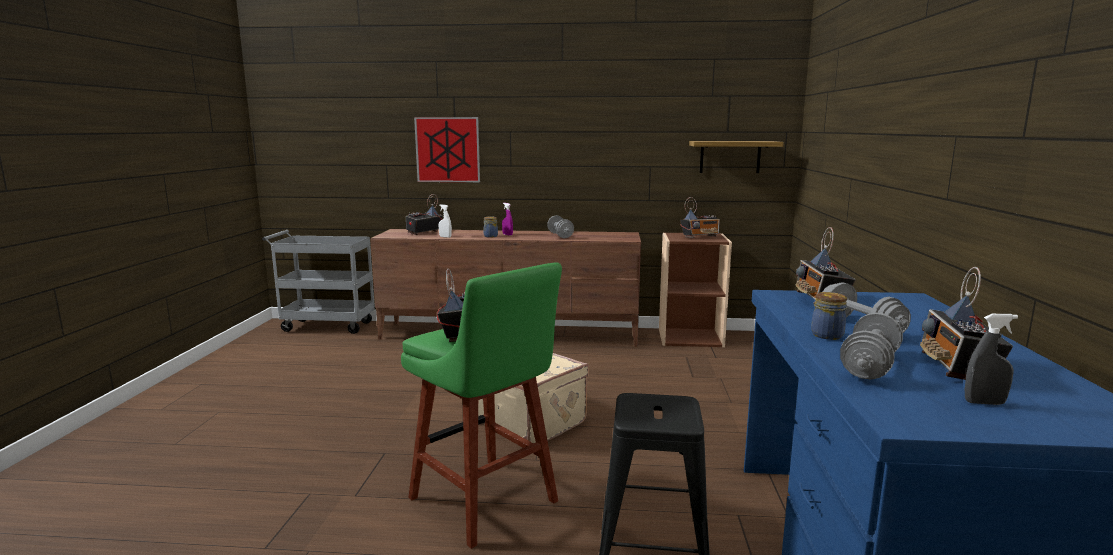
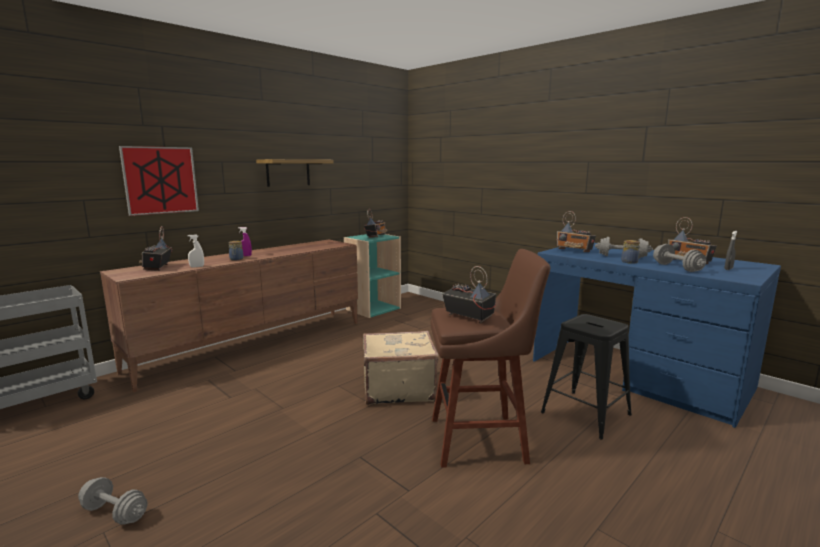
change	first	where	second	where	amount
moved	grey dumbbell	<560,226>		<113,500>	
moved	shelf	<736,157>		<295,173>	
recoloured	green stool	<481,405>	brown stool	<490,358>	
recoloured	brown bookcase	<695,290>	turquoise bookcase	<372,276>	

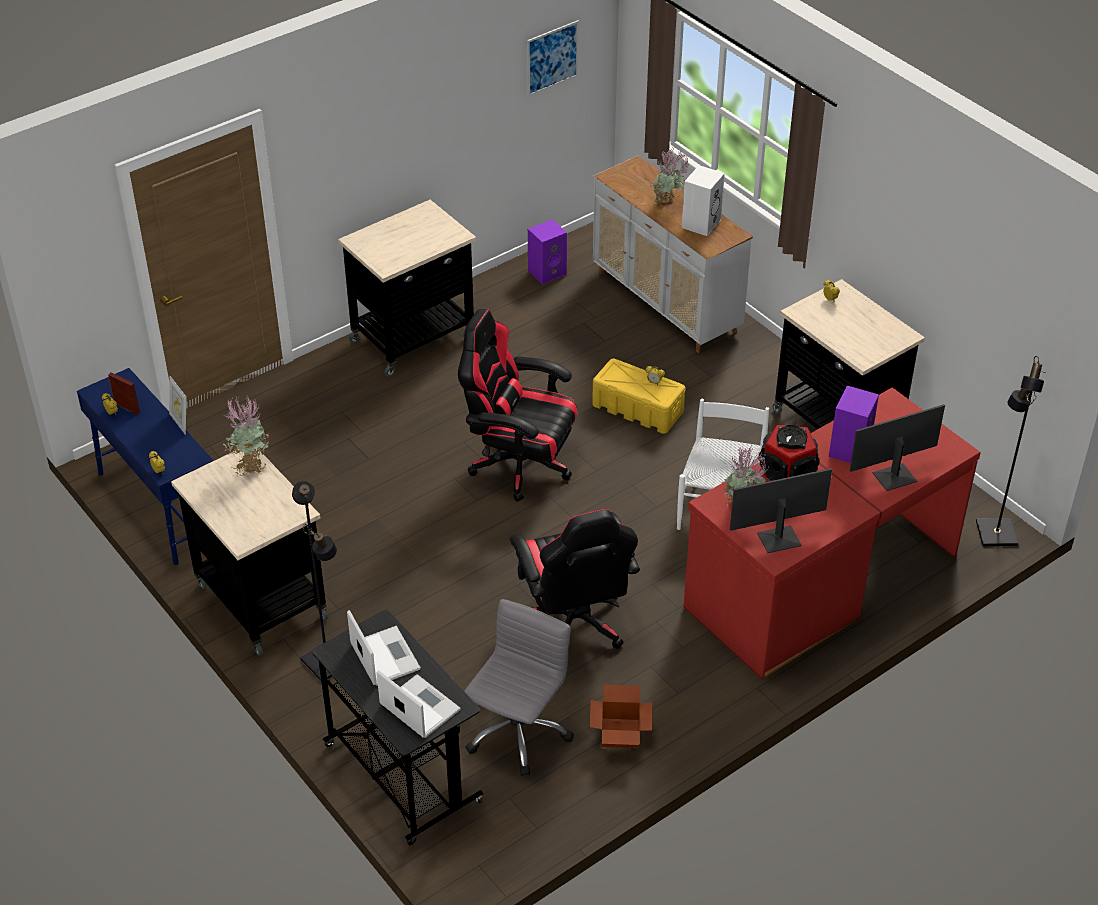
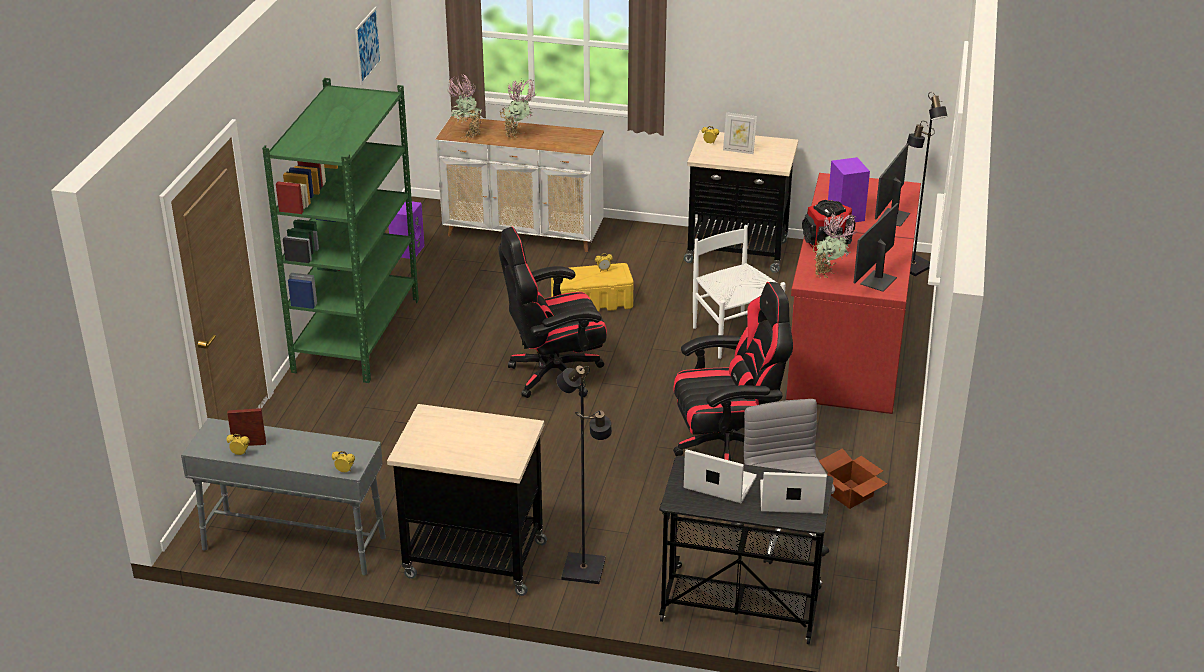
change	first	where	second	where	amount
removed	white speaker	<703,200>			
moved	picture frame	<177,405>		<740,133>	
moved	potted plant	<246,436>		<465,107>	
replaced	black cart	<407,288>	green bookcase	<340,230>	
recoloured	blue console table	<145,466>	grey console table	<283,496>	
turned	black office chair	<575,579>		<733,371>	45 degrees counterclockwise

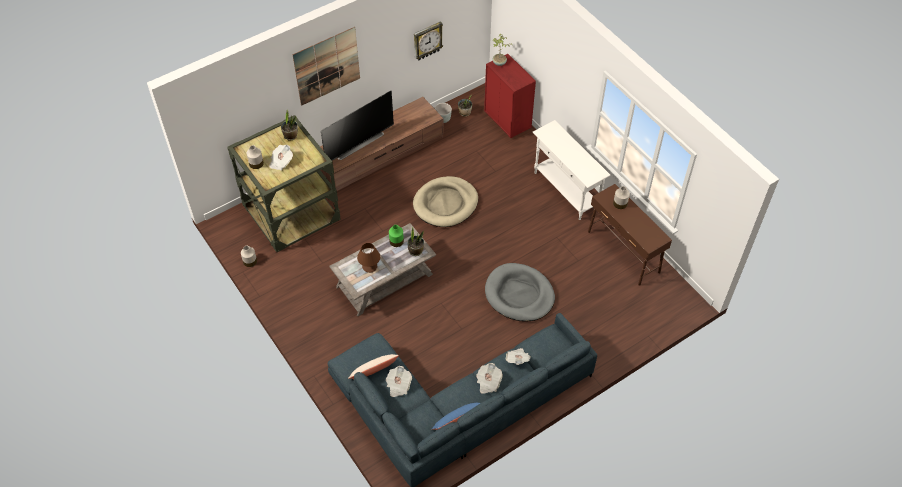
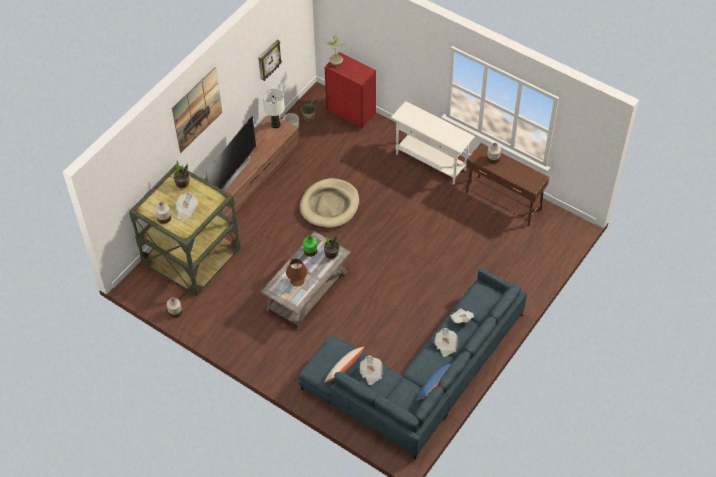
change	first	where	second	where	amount
removed	grey dog bed	<520,292>			
added			white table lamp	<274,108>	

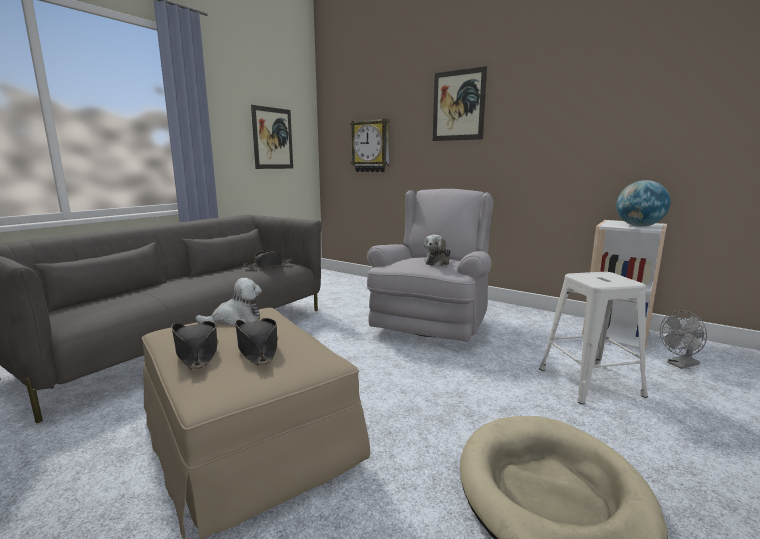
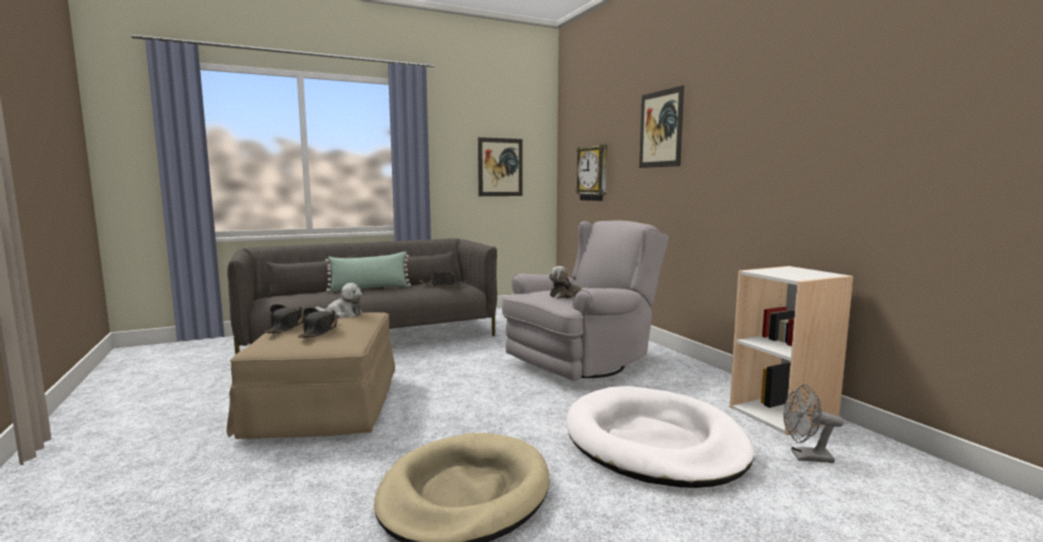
change	first	where	second	where	amount
removed	globe	<643,203>			
added			green pillow	<368,272>	
replaced	white stool	<593,338>	white dog bed	<660,437>	

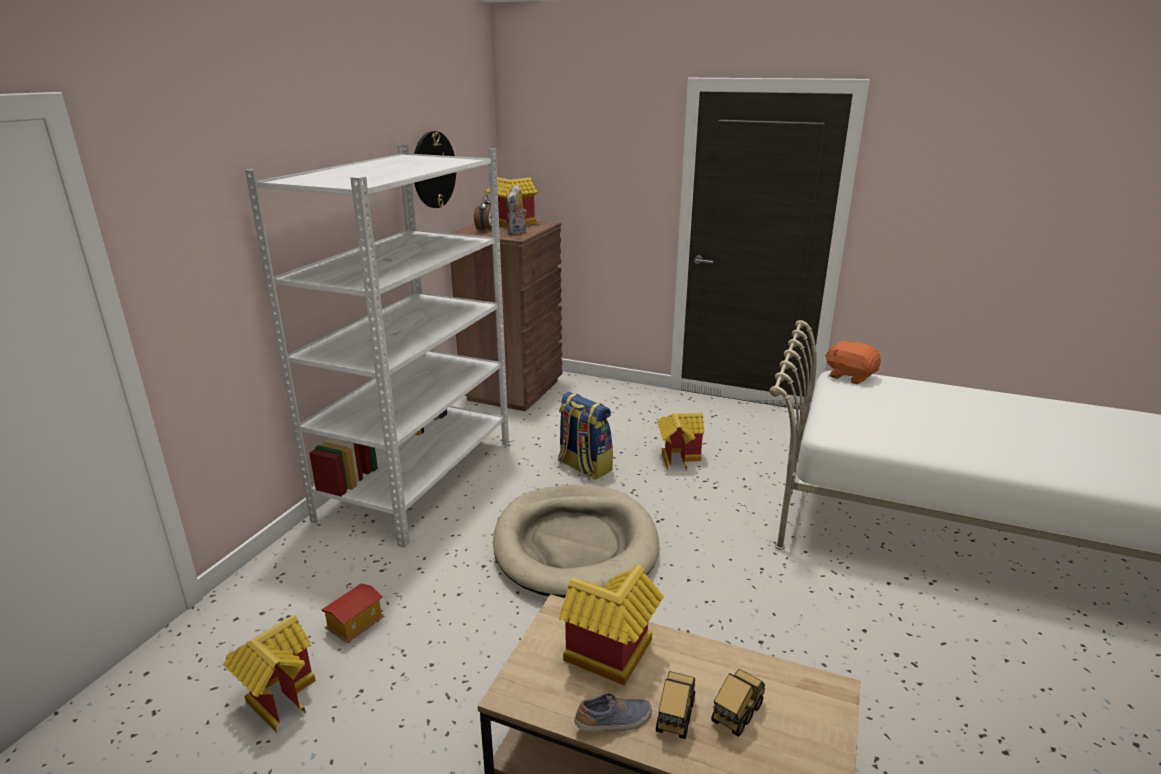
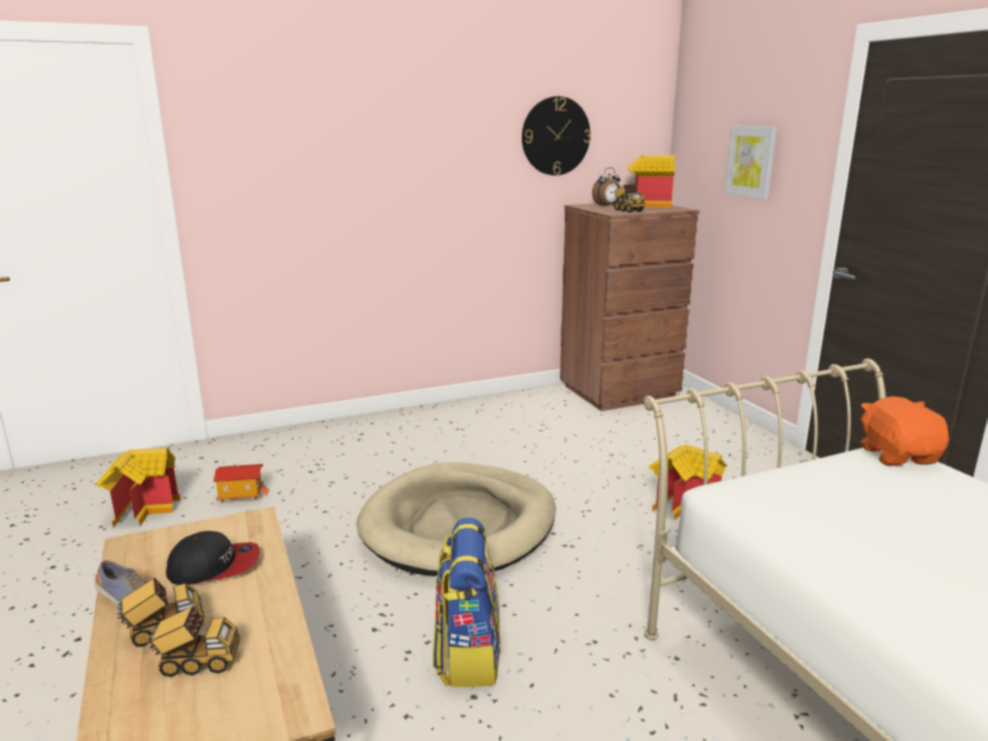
change	first	where	second	where	amount
removed	white bookcase	<377,346>			
added			picture	<750,162>	
moved	backpack	<585,436>		<467,602>	
replaced	plush toy	<516,210>	toy truck	<629,198>	
replaced	toy house	<611,625>	cap	<213,558>	

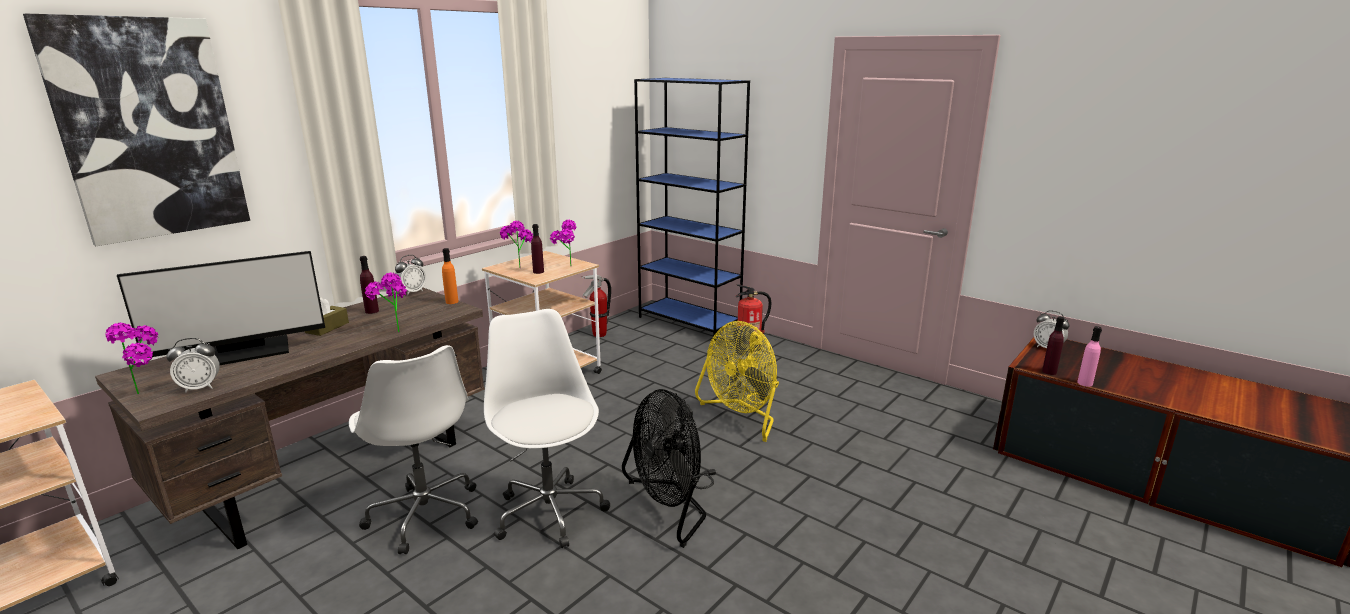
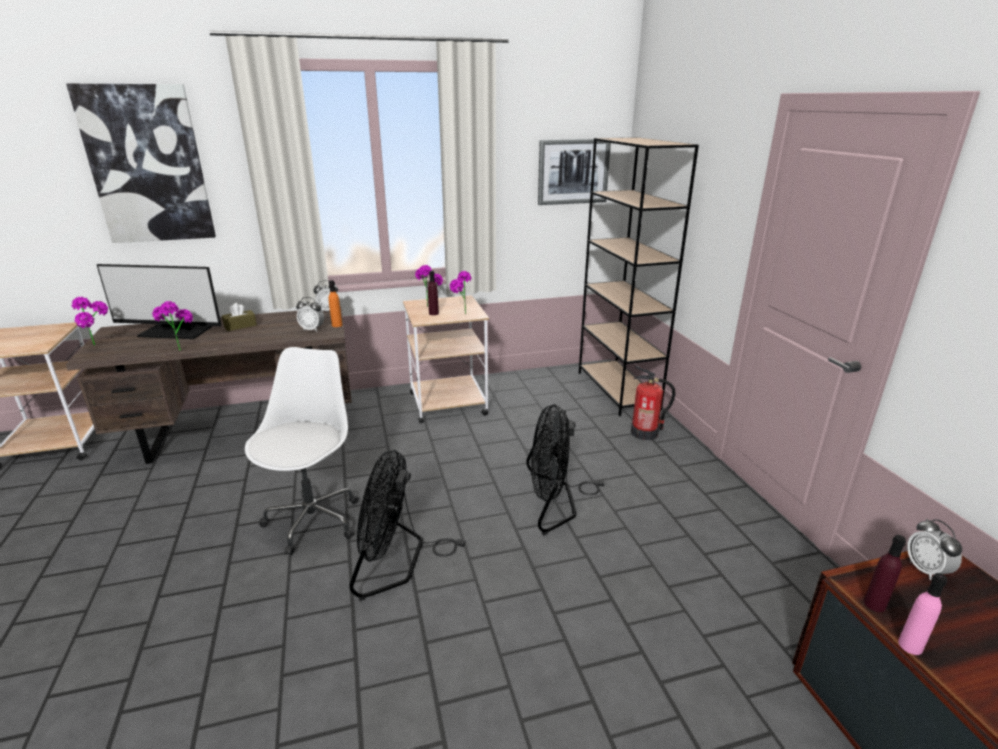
change	first	where	second	where	amount
removed	white office chair	<413,449>			
removed	purple bottle	<369,285>			
removed	fire extinguisher	<596,306>			
added			picture	<574,172>	
moved	alarm clock	<193,365>		<310,314>	
moved	potted plant	<386,302>		<172,326>	
recoloured	blue bookcase	<692,209>	beige bookcase	<639,276>	
recoloured	yellow fan	<737,381>	black fan	<566,470>	

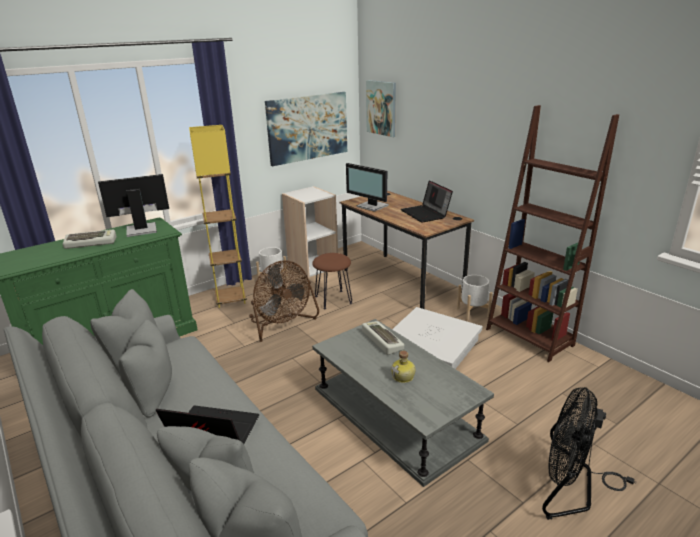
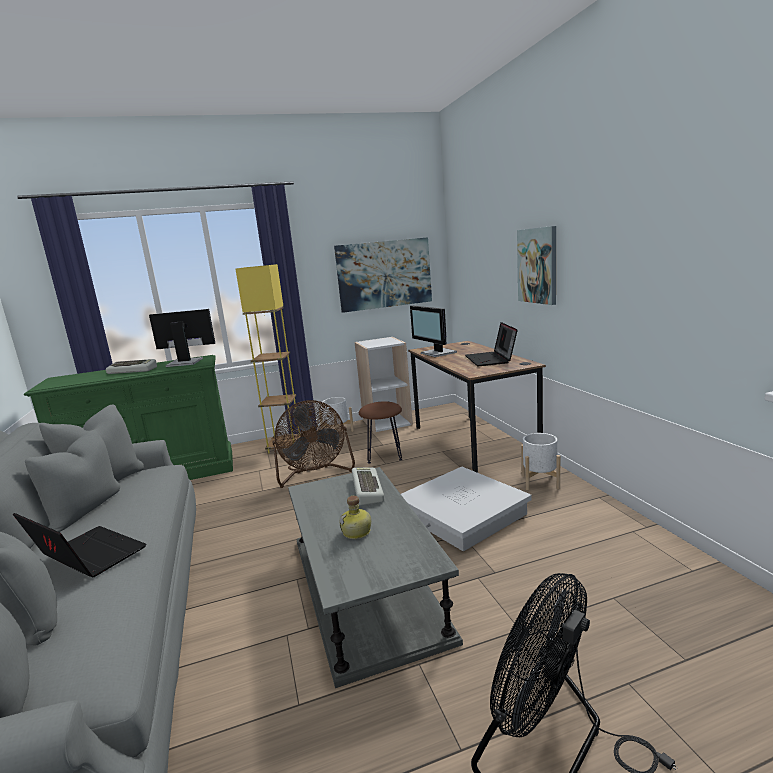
change	first	where	second	where	amount
removed	brown bookcase	<552,233>			
moved	picture	<381,108>		<536,265>	

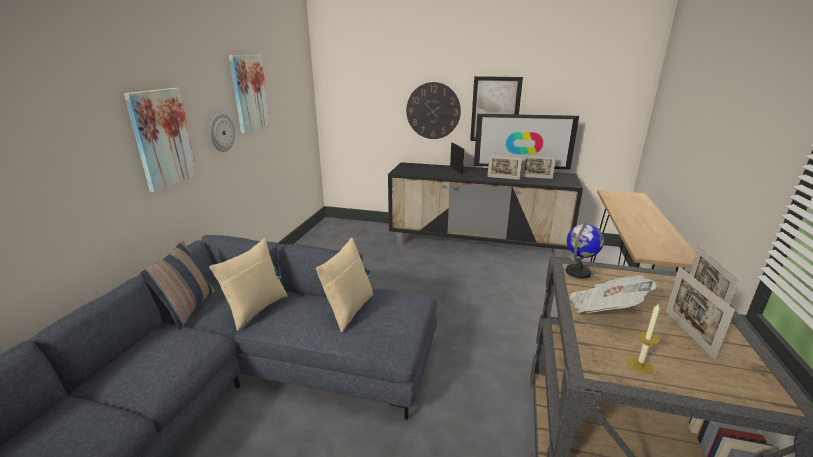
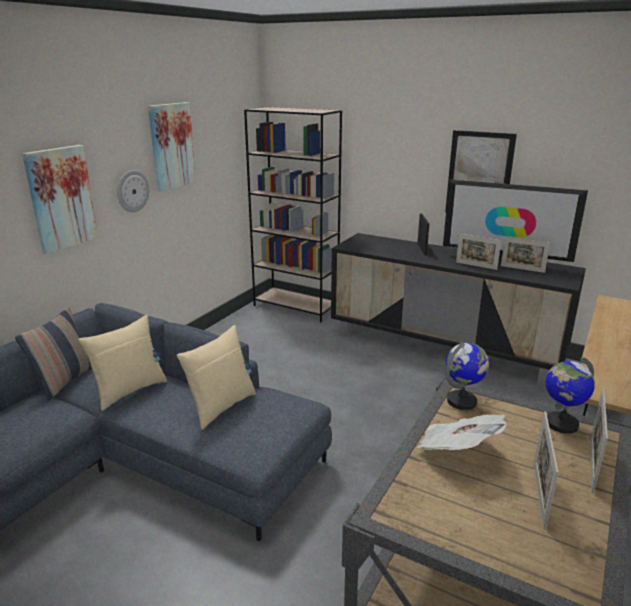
change	first	where	second	where	amount
removed	wall clock	<433,110>			
removed	candle	<643,338>			
added			beige bookcase	<293,214>	
added			globe	<570,395>	

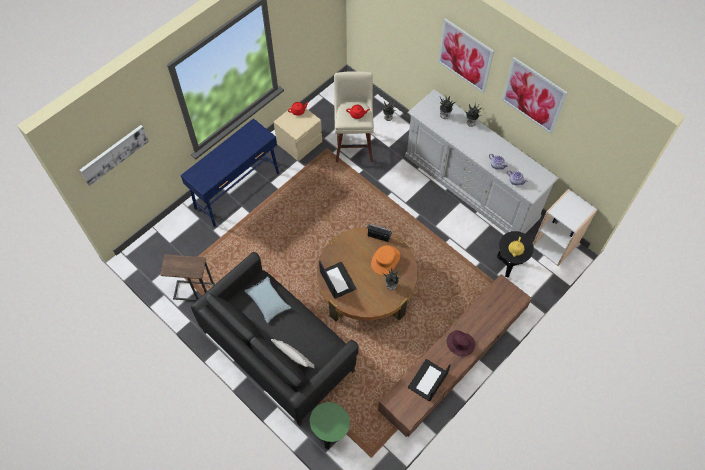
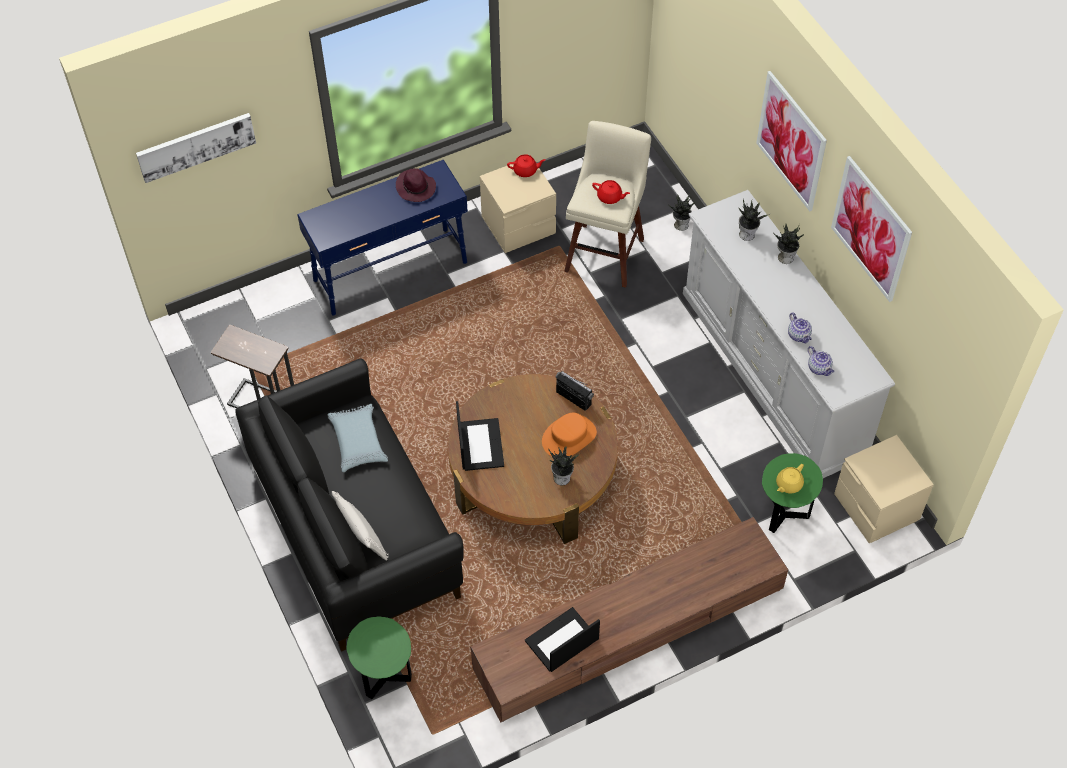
change	first	where	second	where	amount
moved	purple hat	<461,343>		<416,185>	
replaced	bookcase	<565,227>	beige nightstand	<884,489>	
recoloured	black side table	<515,254>	green side table	<792,493>	

